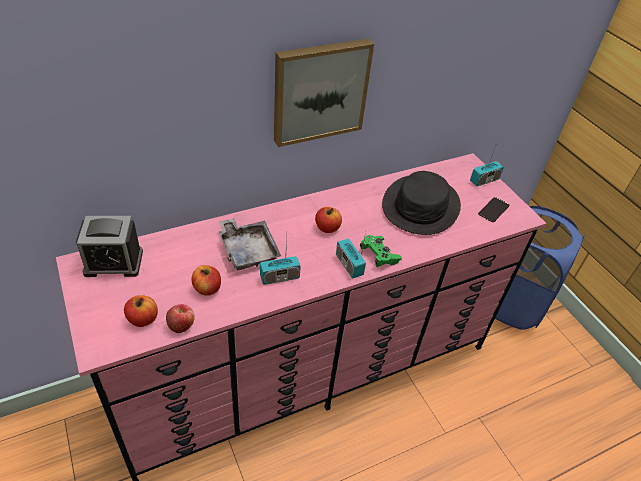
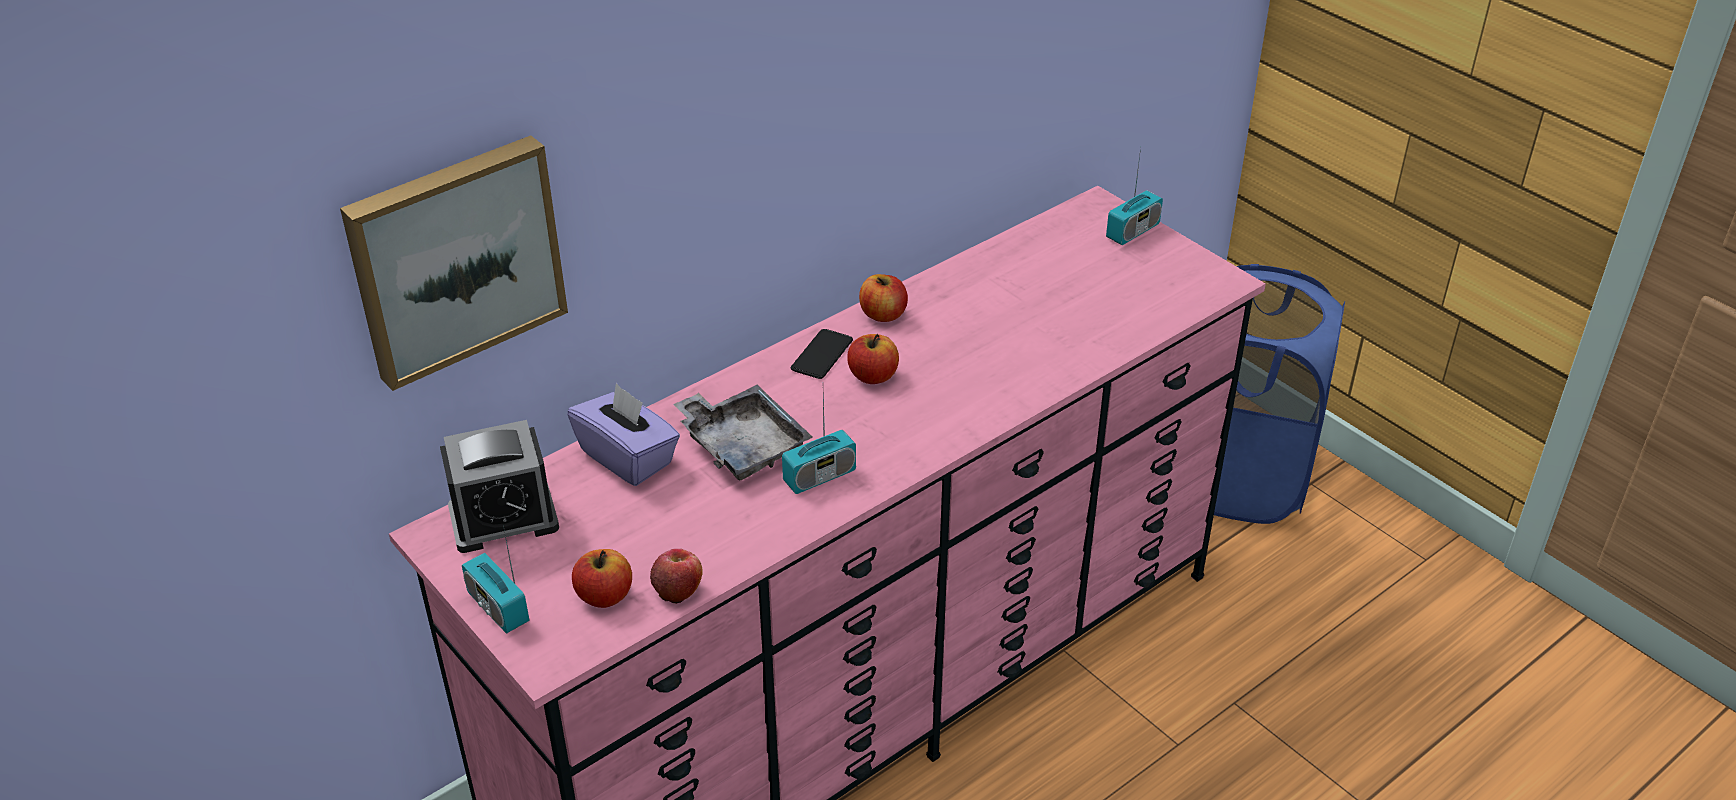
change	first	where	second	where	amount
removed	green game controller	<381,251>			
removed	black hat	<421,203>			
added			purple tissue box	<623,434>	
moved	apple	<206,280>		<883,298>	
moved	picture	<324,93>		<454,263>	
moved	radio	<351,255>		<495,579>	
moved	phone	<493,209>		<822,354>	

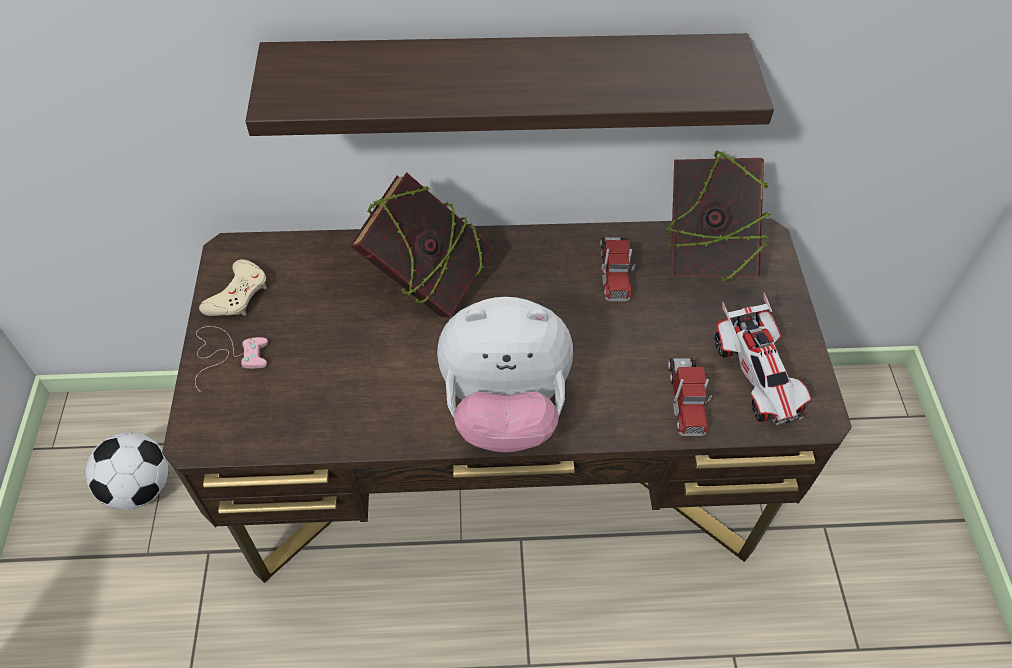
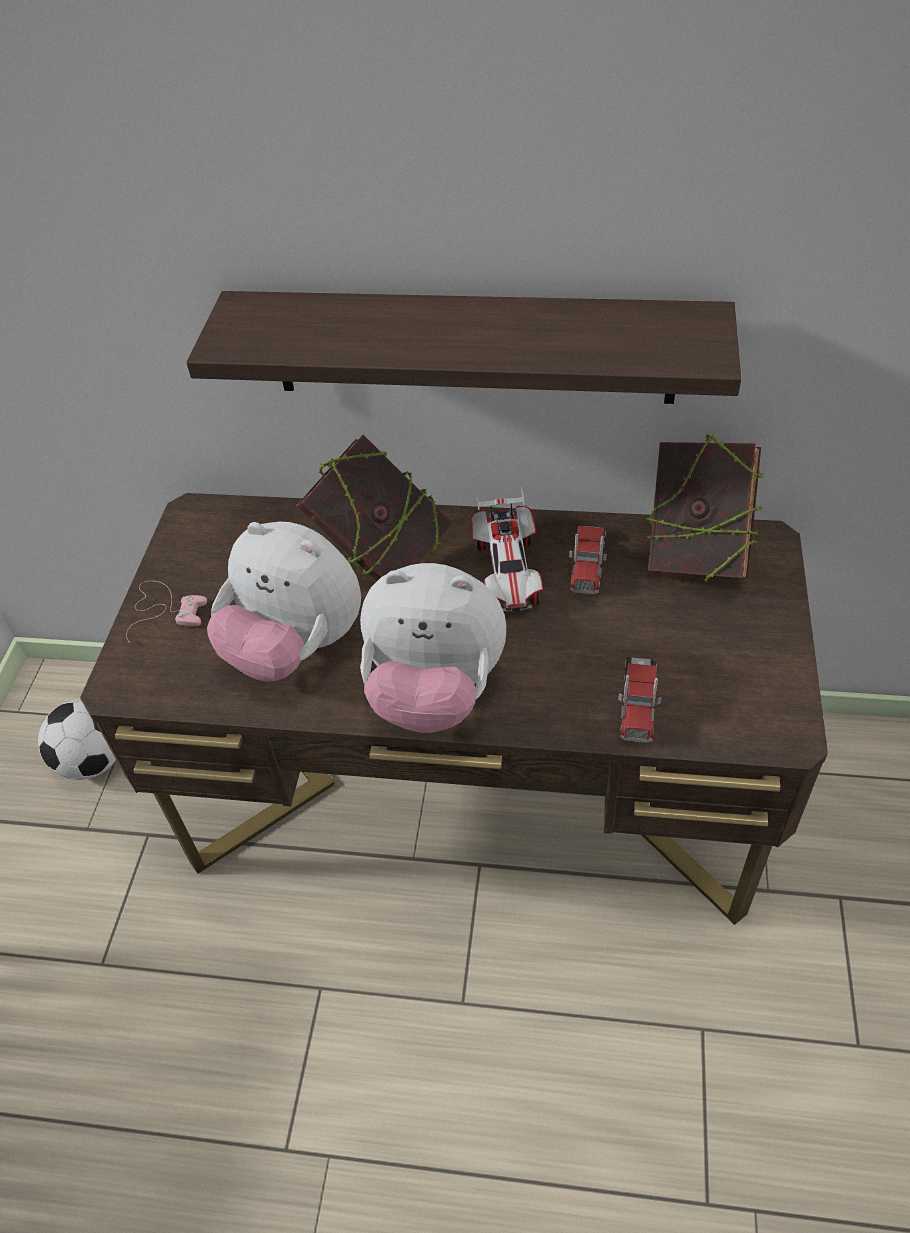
change	first	where	second	where	amount
removed	beige game controller	<233,287>			
added			plush toy	<284,602>	
moved	toy car	<763,359>		<507,549>	

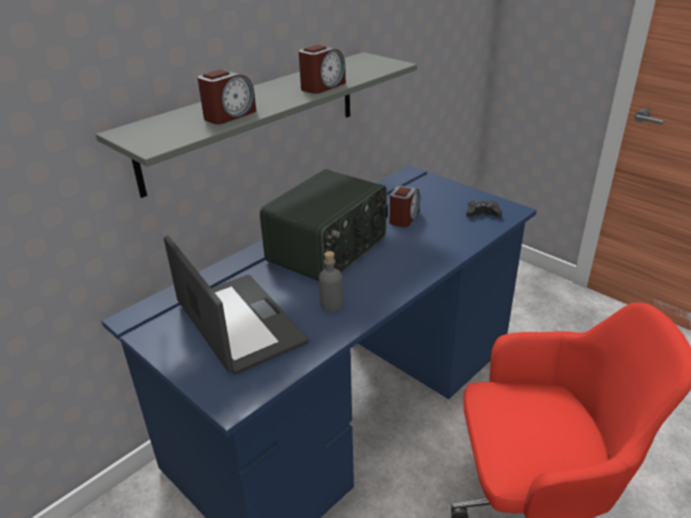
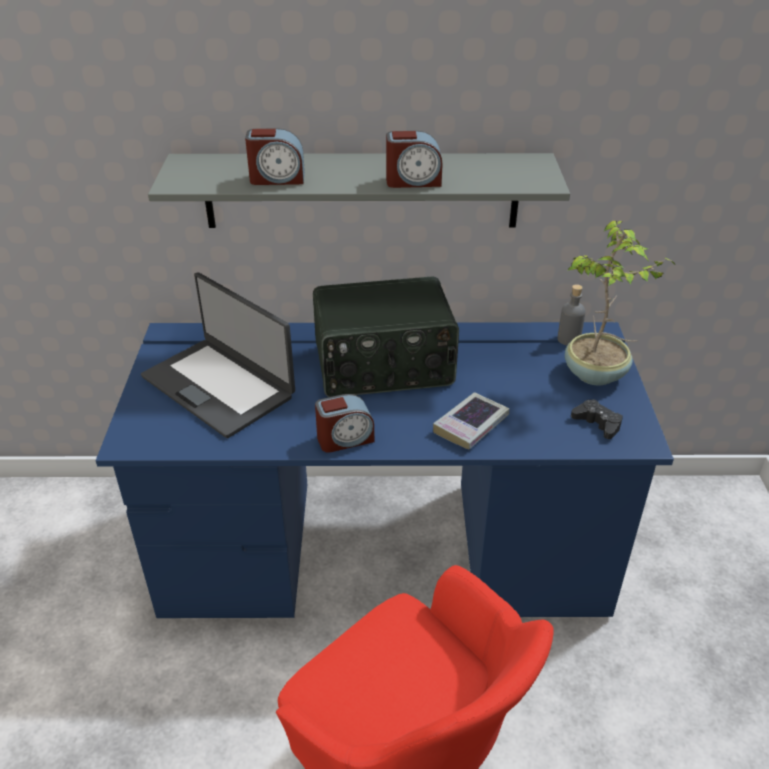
change	first	where	second	where	amount
added			book	<471,420>	
added			potted plant	<620,303>	
moved	grey bottle	<331,281>		<572,314>	
moved	alarm clock	<405,206>		<344,423>	
turned	laptop	<236,305>		<218,355>	120 degrees clockwise

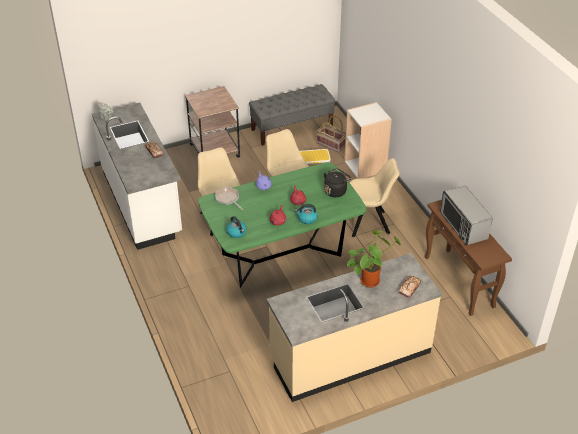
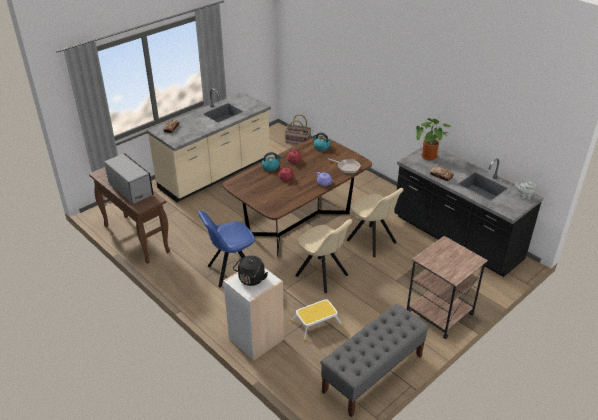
change	first	where	second	where	amount
moved	basket	<331,134>		<298,129>	
moved	black kettle	<338,182>		<250,271>	
moved	potted plant	<374,258>		<434,138>	
recoloured	white counter	<137,176>	black counter	<469,212>	
recoloured	green dining table	<282,225>	brown dining table	<297,197>	
recoloured	beige chair	<375,197>	blue chair	<226,249>	

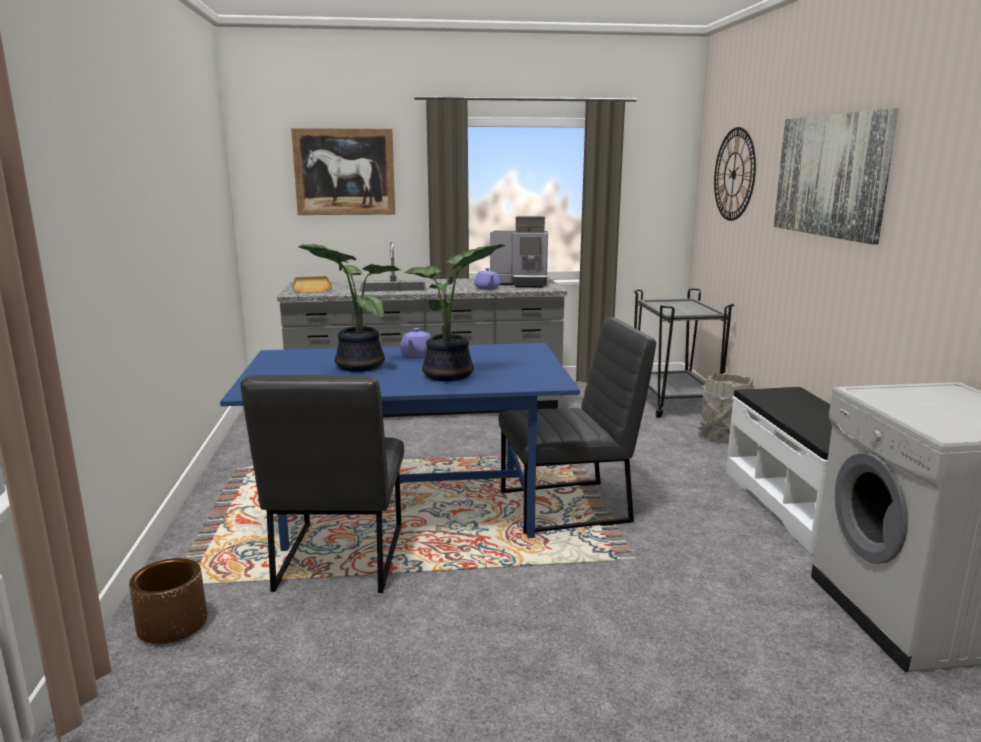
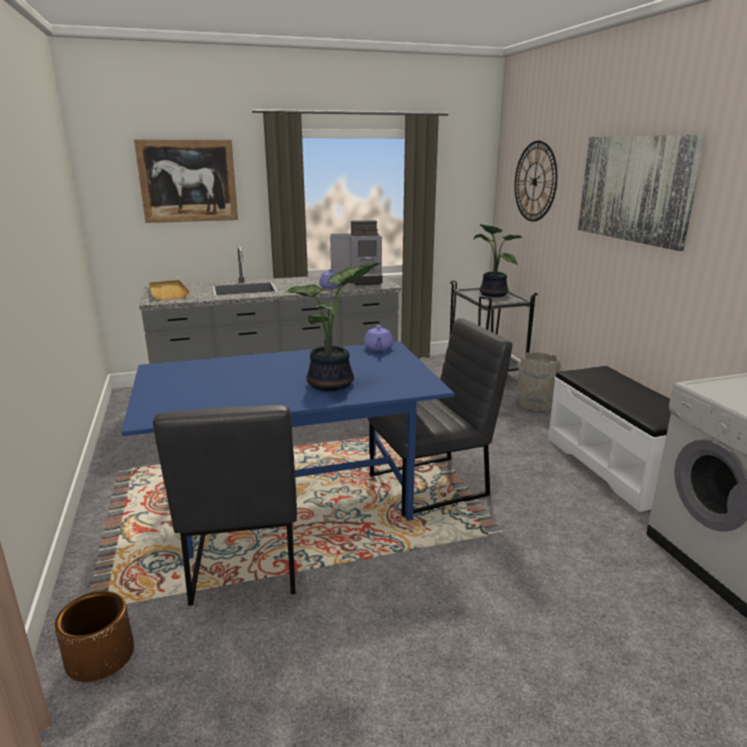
change	first	where	second	where	amount
moved	potted plant	<349,308>		<498,260>	
moved	purple teapot	<415,342>		<378,338>	

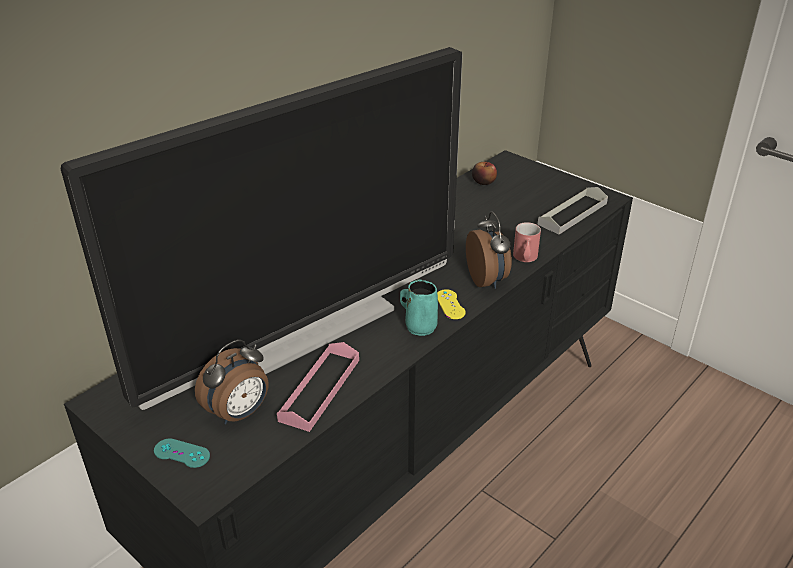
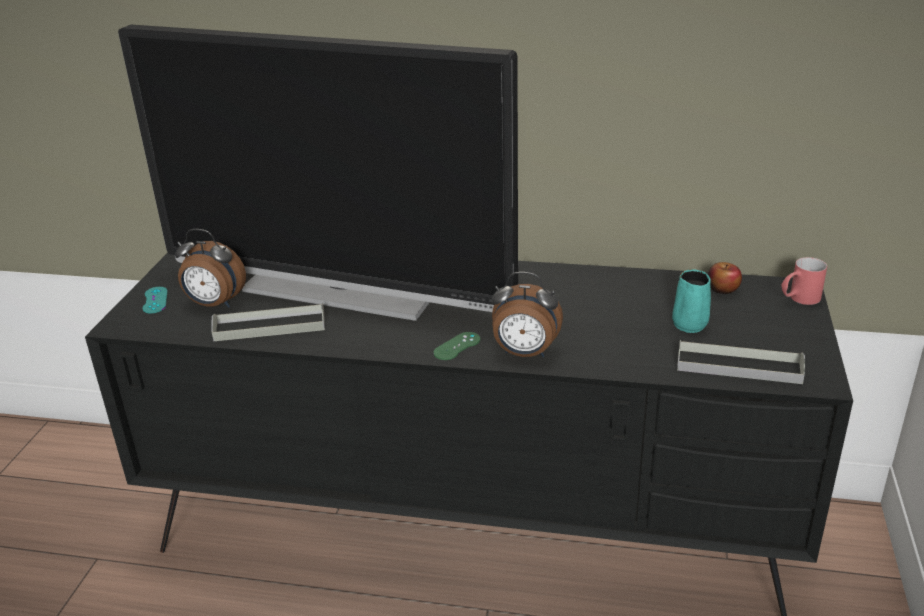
change	first	where	second	where	amount
moved	turquoise mug	<419,308>		<691,301>	
moved	red mug	<527,242>		<804,281>	
recoloured	pink tray	<318,387>	grey tray	<268,322>	
recoloured	yellow game controller	<451,304>	green game controller	<456,346>	
turned	alarm clock	<489,250>		<527,314>	60 degrees clockwise

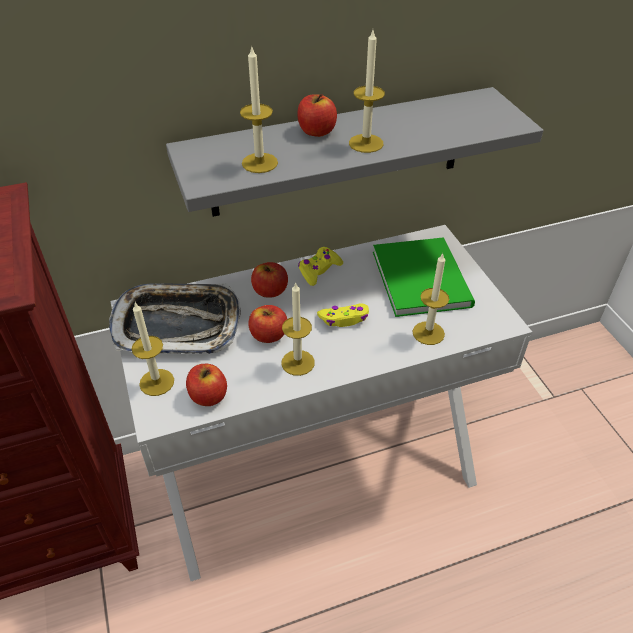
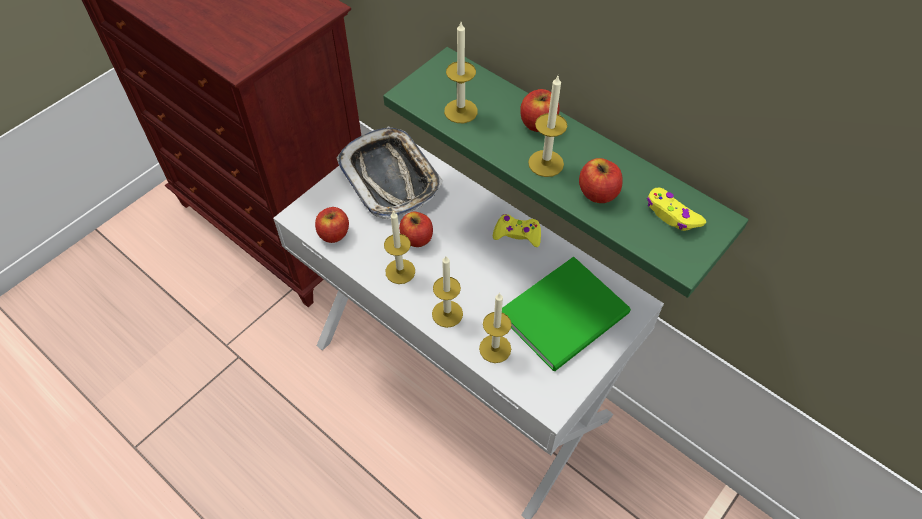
change	first	where	second	where	amount
moved	candle	<152,349>		<447,292>	
moved	apple	<269,280>		<601,180>	
moved	yellow game controller	<343,315>		<676,209>	
recoloured	grey shelf	<354,152>	green shelf	<565,172>	

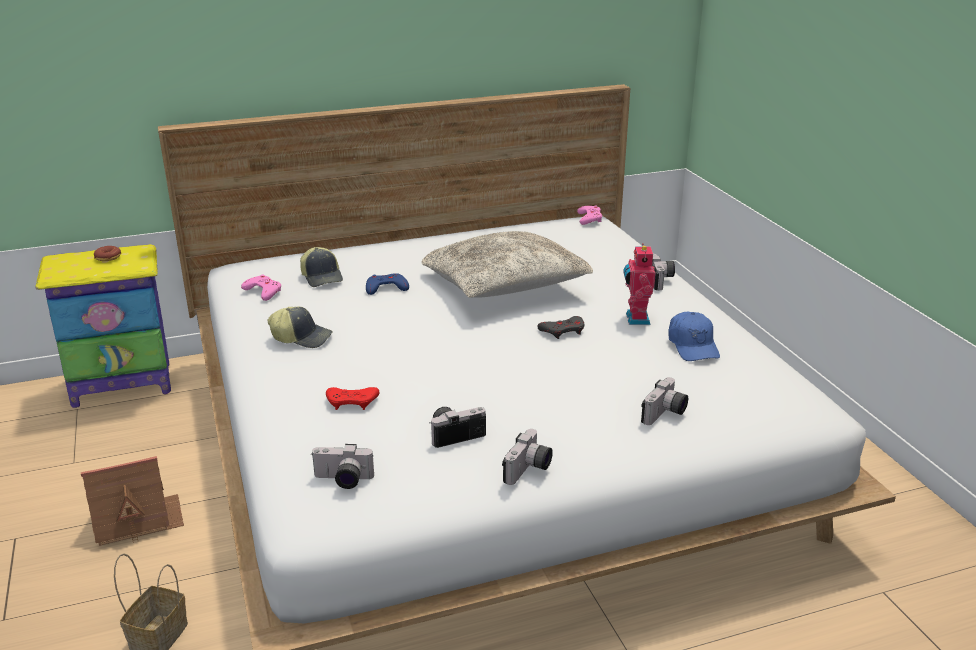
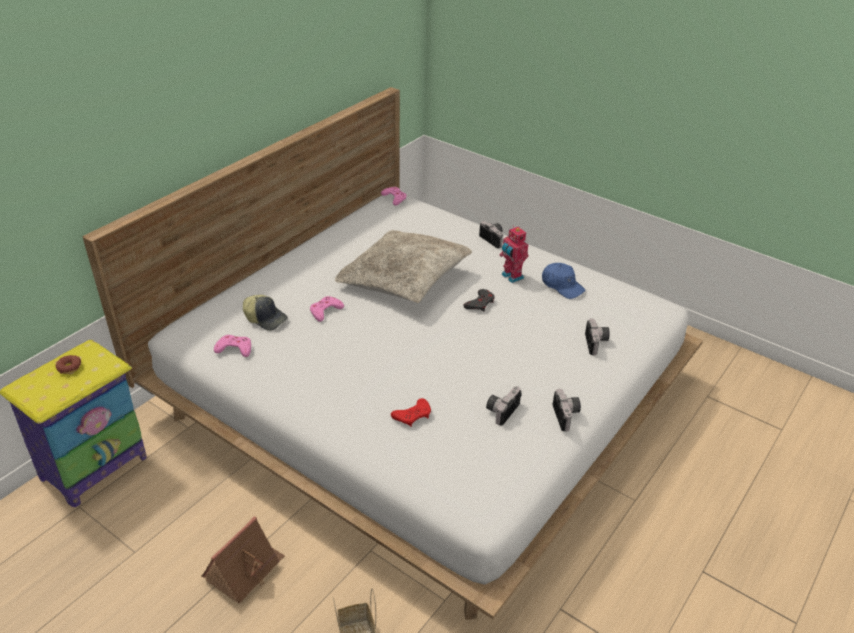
change	first	where	second	where	amount
removed	cap	<300,327>			
removed	photo camera	<342,466>			
recoloured	blue game controller	<387,284>	pink game controller	<327,309>	

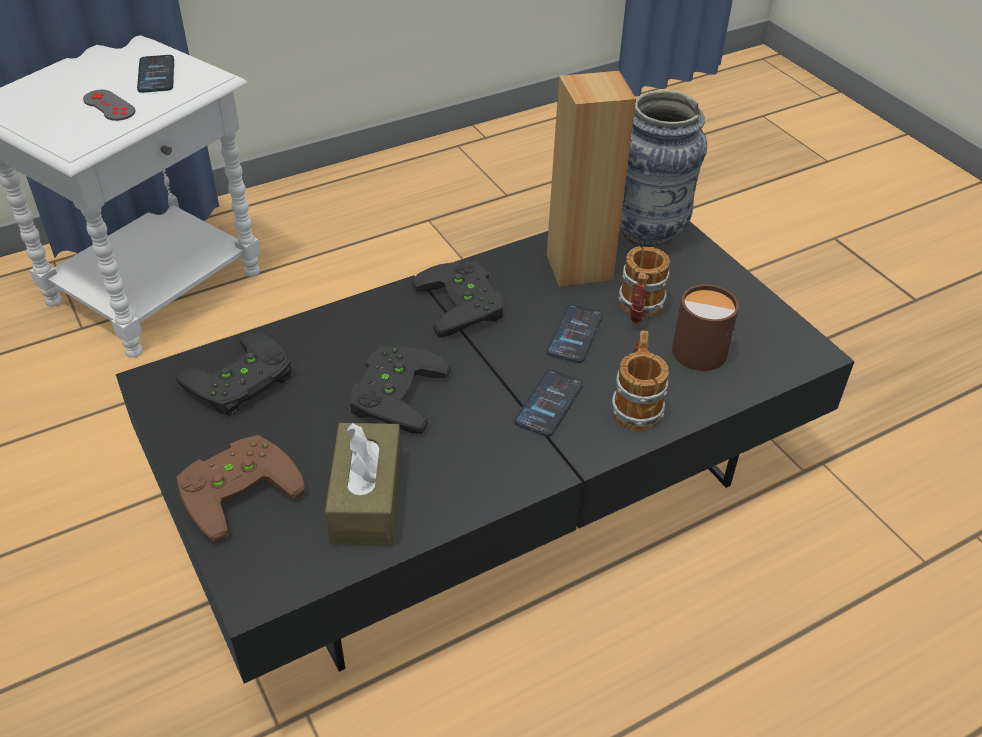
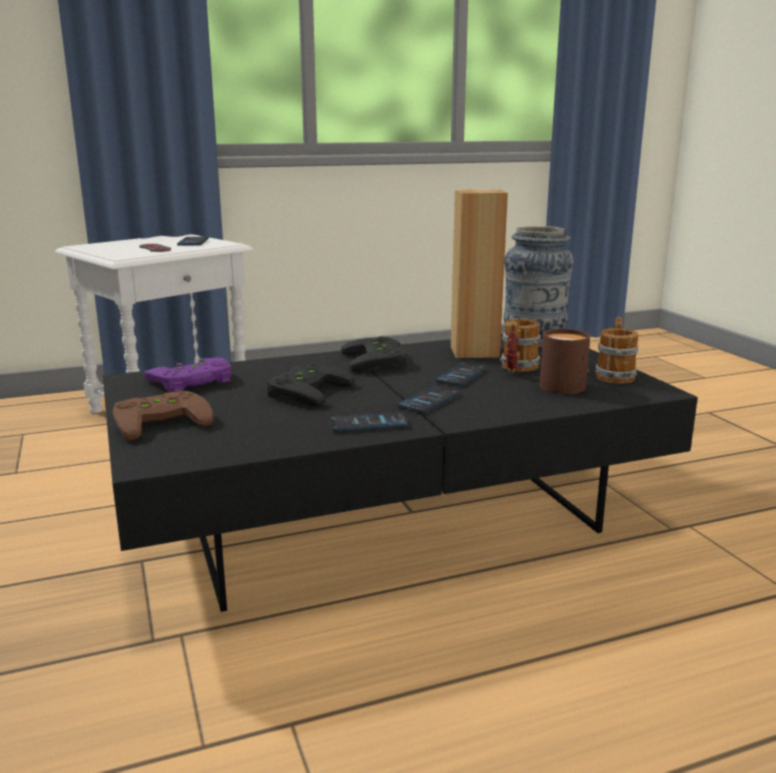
change	first	where	second	where	amount
removed	brown tissue box	<363,484>			
added			phone	<369,422>	
moved	mug	<640,380>		<616,350>	
recoloured	black game controller	<233,374>	purple game controller	<187,374>	

